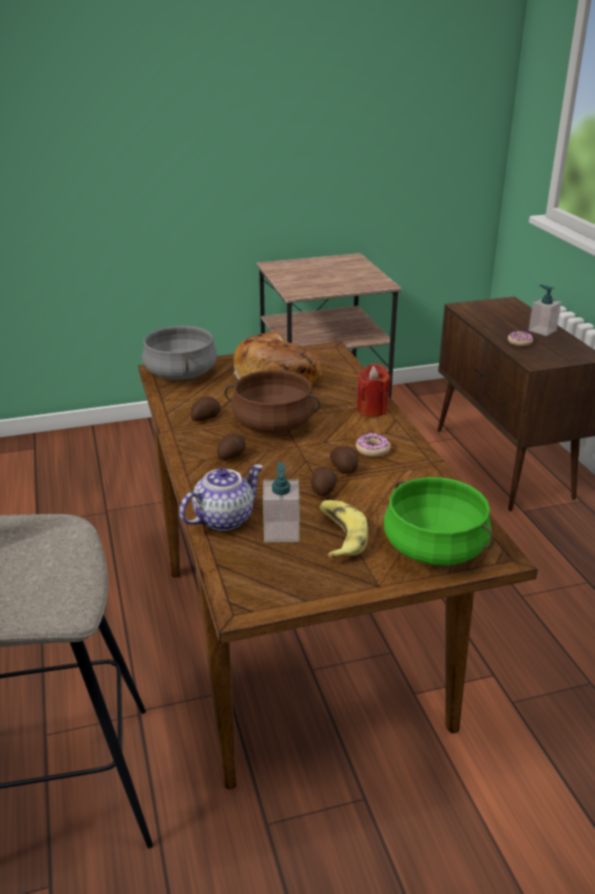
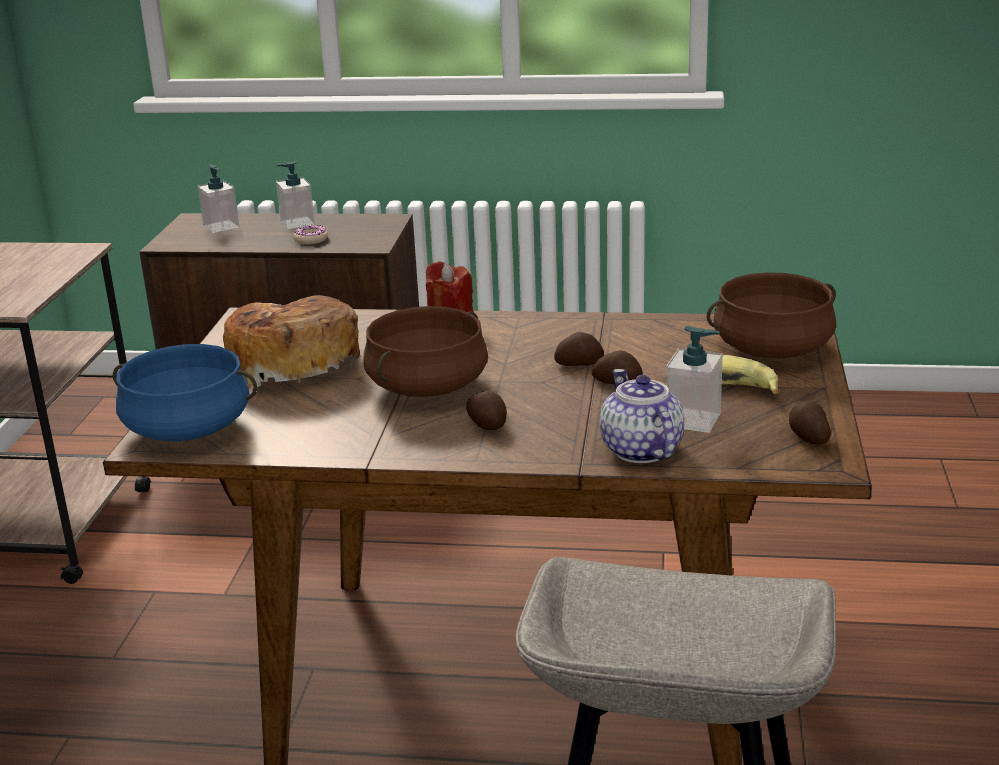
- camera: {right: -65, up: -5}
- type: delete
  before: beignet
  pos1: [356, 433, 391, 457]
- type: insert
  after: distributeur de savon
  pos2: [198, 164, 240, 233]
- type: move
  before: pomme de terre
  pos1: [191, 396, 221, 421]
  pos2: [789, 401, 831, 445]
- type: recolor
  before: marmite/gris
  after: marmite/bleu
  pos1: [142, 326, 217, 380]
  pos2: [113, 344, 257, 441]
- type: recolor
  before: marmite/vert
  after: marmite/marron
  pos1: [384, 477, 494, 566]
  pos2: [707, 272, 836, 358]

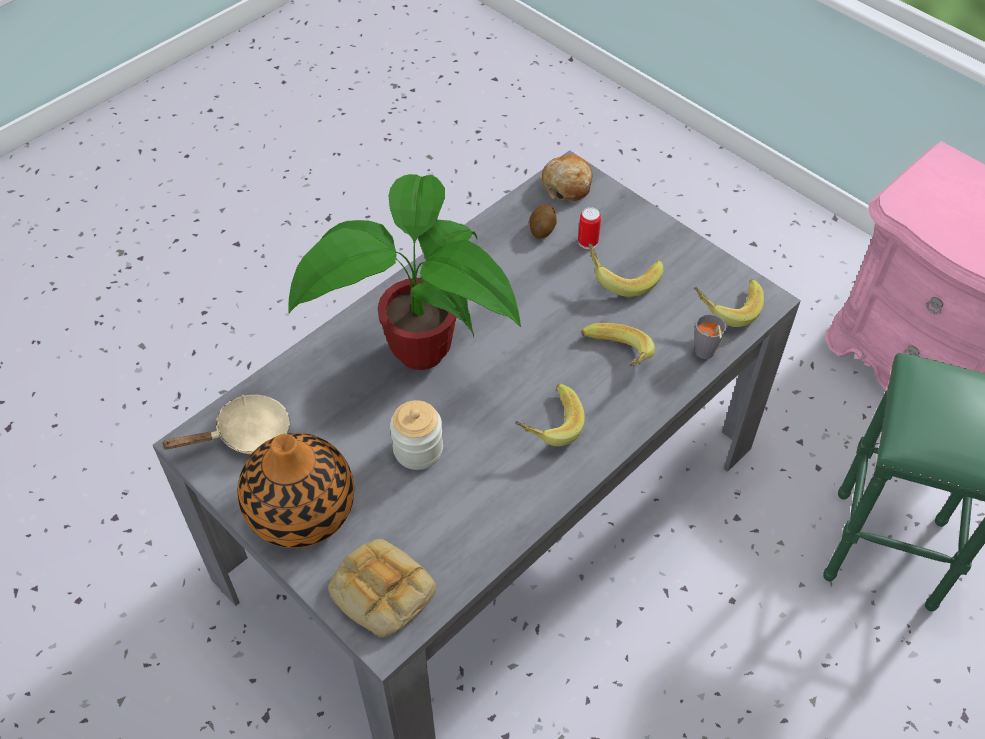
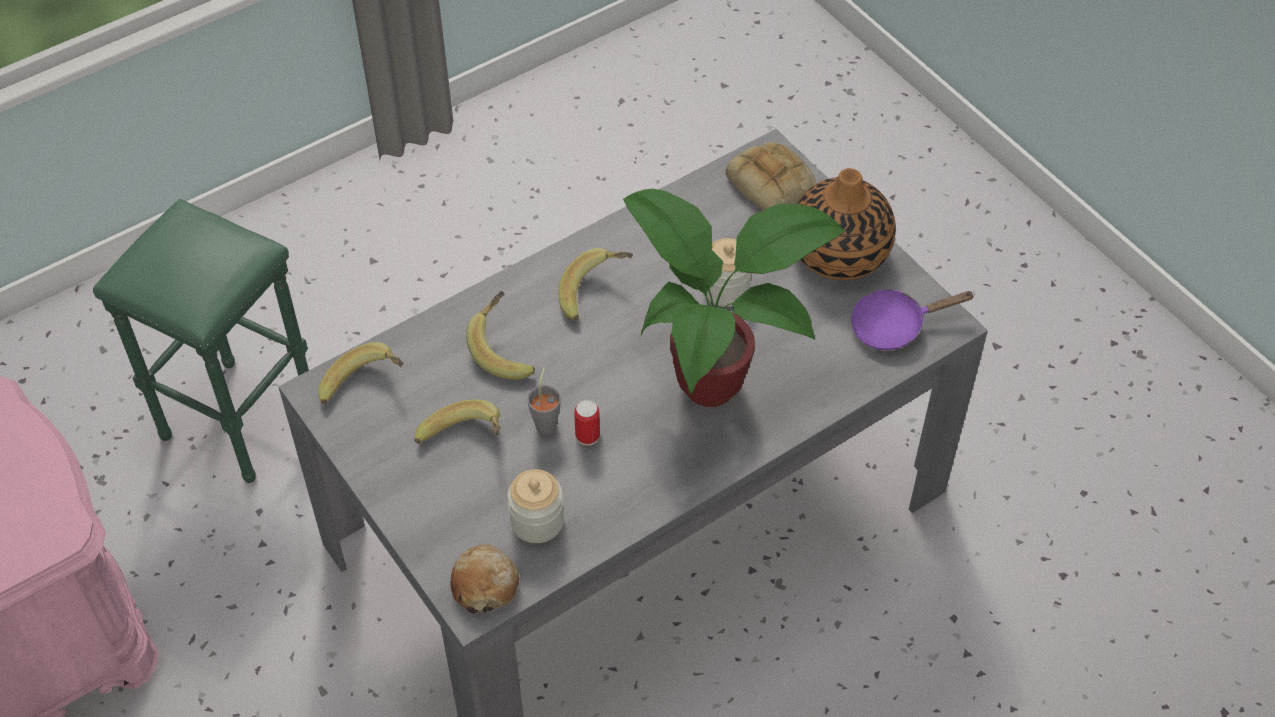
- camera: {right: -170, up: 0}
- type: move
  before: boîte métallique
  pos1: [578, 207, 601, 249]
  pos2: [574, 400, 600, 446]
- type: move
  before: tasse/gris
  pos1: [695, 313, 727, 359]
  pos2: [527, 368, 561, 434]
- type: replace
  before: pomme de terre
  after: bocal
  pos1: [529, 204, 557, 239]
  pos2: [507, 469, 564, 543]
- type: recolor
  before: poêle/beige
  after: poêle/violet
  pos1: [160, 395, 290, 454]
  pos2: [850, 289, 975, 350]

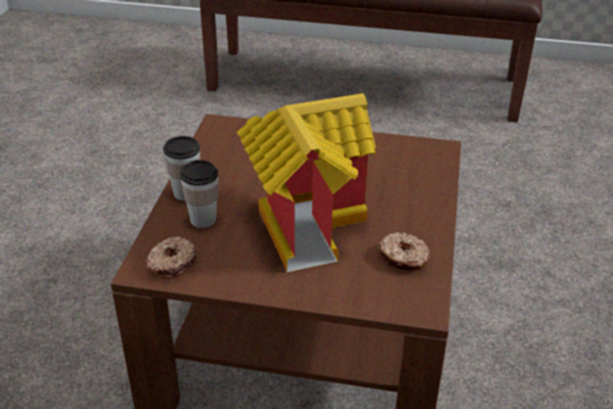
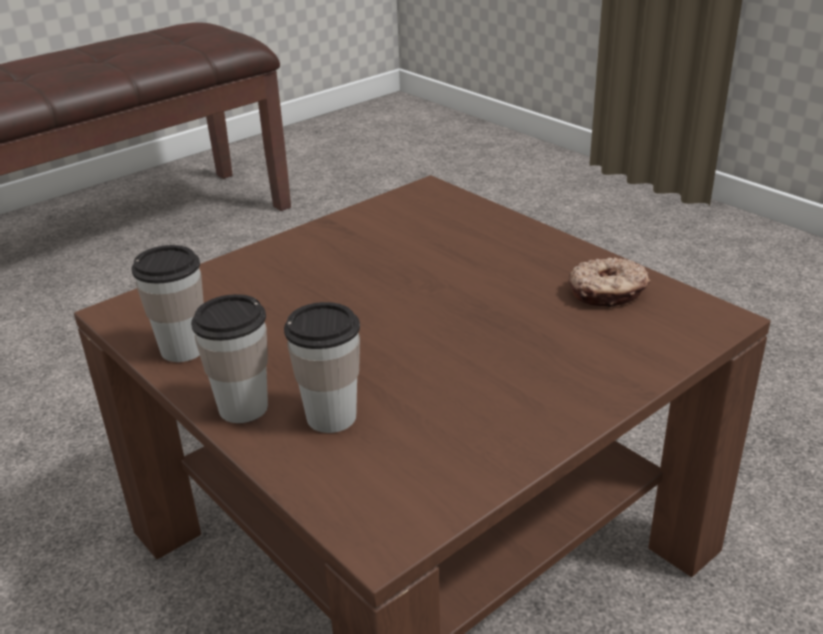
- camera: {right: -50, up: -5}
- type: delete
  before: beignet
  pos1: [146, 236, 197, 279]
- type: delete
  before: maison miniature
  pos1: [237, 93, 376, 272]
- type: insert
  after: tasse
  pos2: [132, 245, 204, 362]

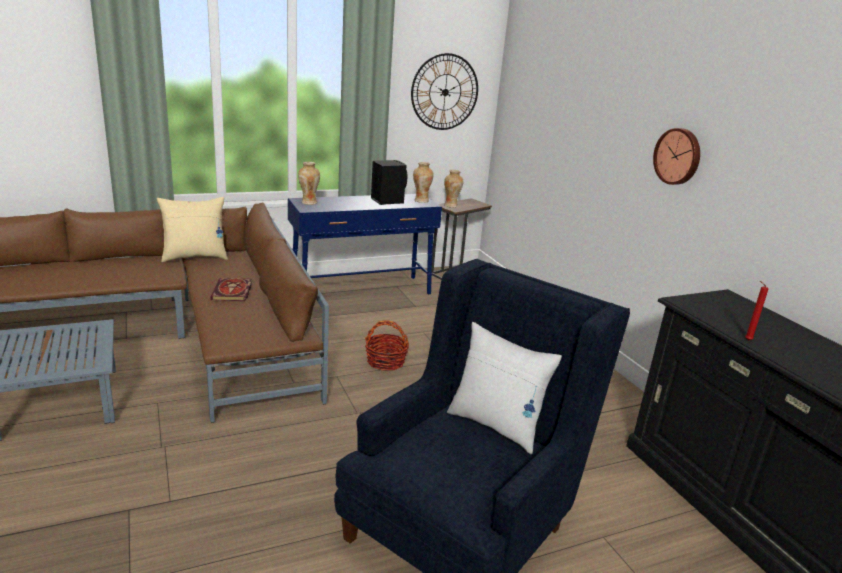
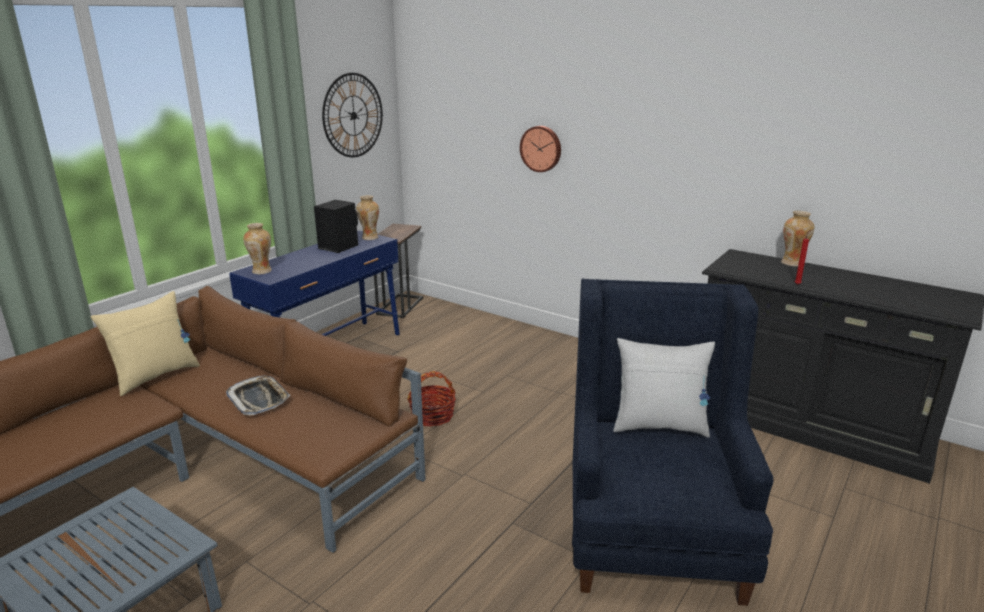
- camera: {right: -30, up: 0}
- type: move
  before: vase
  pos1: [444, 170, 463, 208]
  pos2: [781, 211, 814, 266]
- type: move
  before: horloge murale
  pos1: [653, 128, 700, 185]
  pos2: [520, 126, 561, 172]
- type: replace
  before: livre
  after: plateau
  pos1: [210, 278, 252, 301]
  pos2: [226, 376, 291, 415]

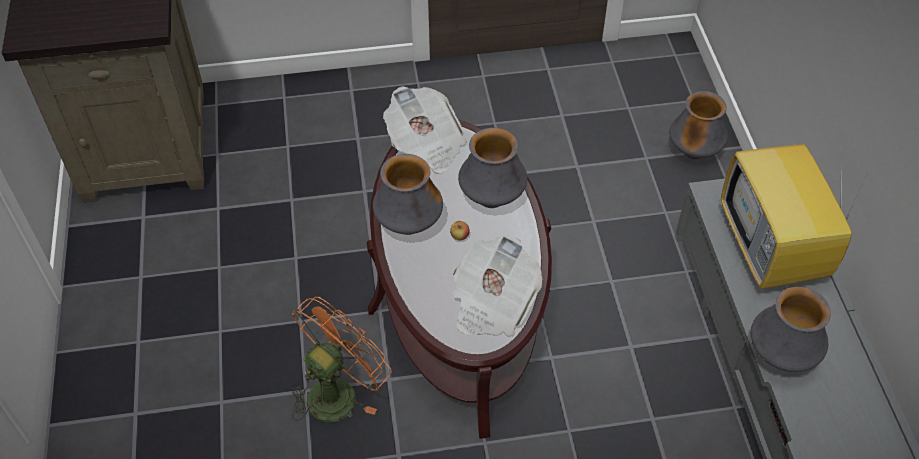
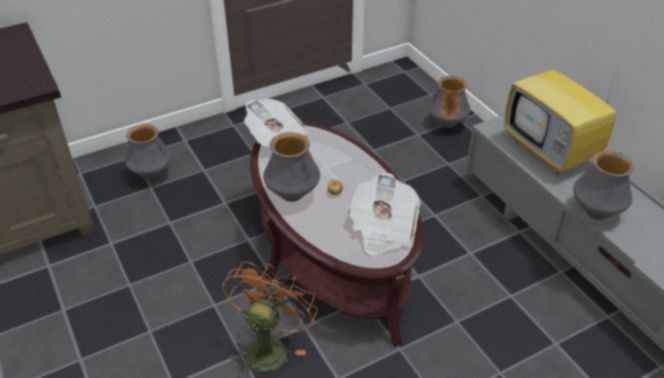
- camera: {right: -20, up: -10}
- type: move
  before: vase
  pos1: [458, 128, 527, 208]
  pos2: [125, 124, 171, 180]

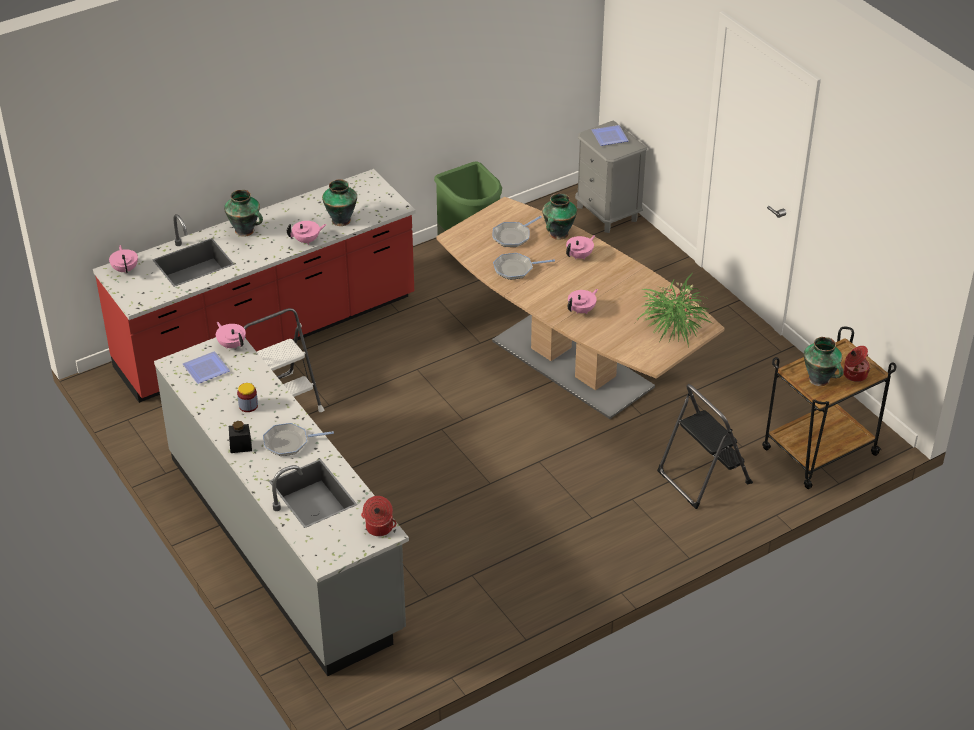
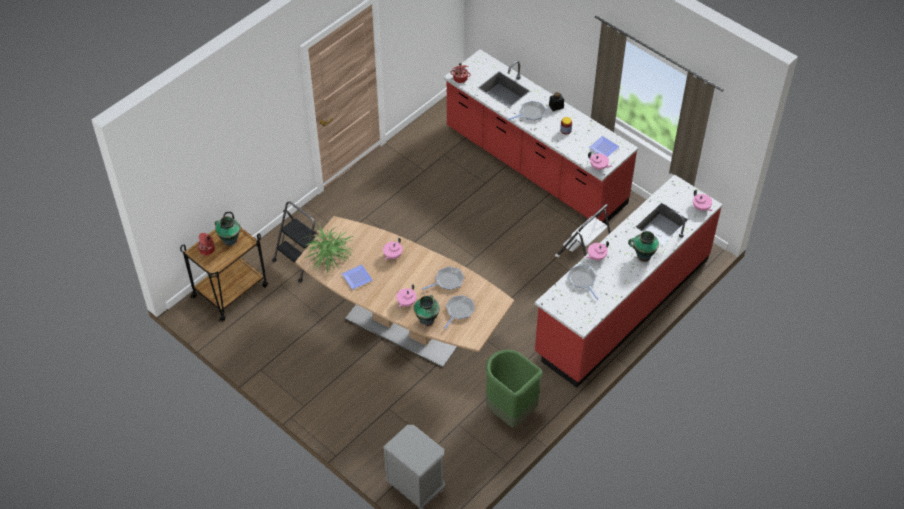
- camera: {right: 165, up: 10}
- type: move
  before: assiette
  pos1: [591, 125, 629, 146]
  pos2: [341, 264, 373, 290]
- type: replace
  before: vase
  after: poêle
  pos1: [322, 179, 357, 226]
  pos2: [568, 265, 598, 300]
- type: recolor
  before: comptoir de cuisine/gris
  after: comptoir de cuisine/rouge
  pos1: [154, 337, 409, 676]
  pos2: [443, 49, 638, 224]

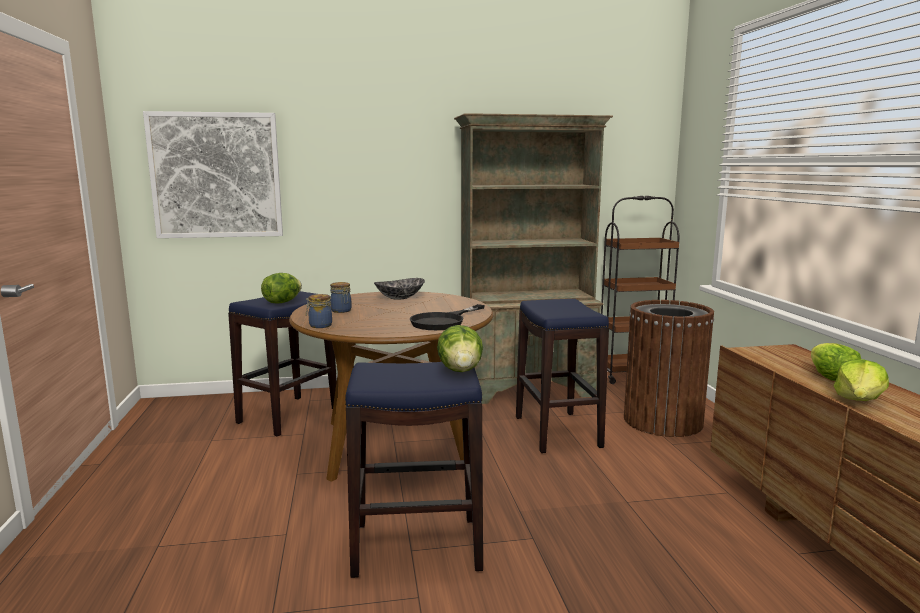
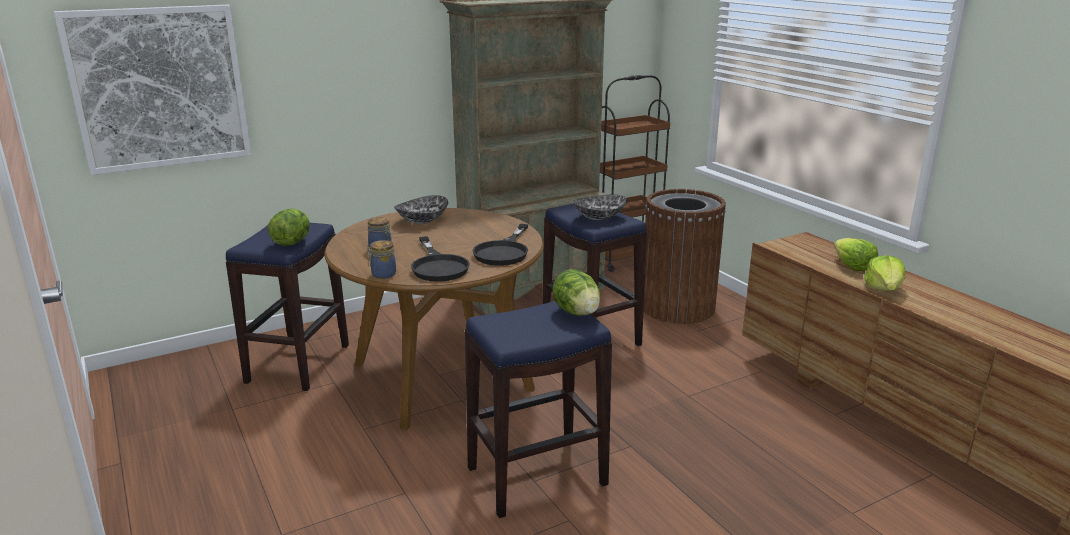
- camera: {right: -20, up: 10}
- type: insert
  after: poêle/noir
  pos2: [411, 236, 470, 282]
- type: insert
  after: bol
  pos2: [572, 194, 627, 220]

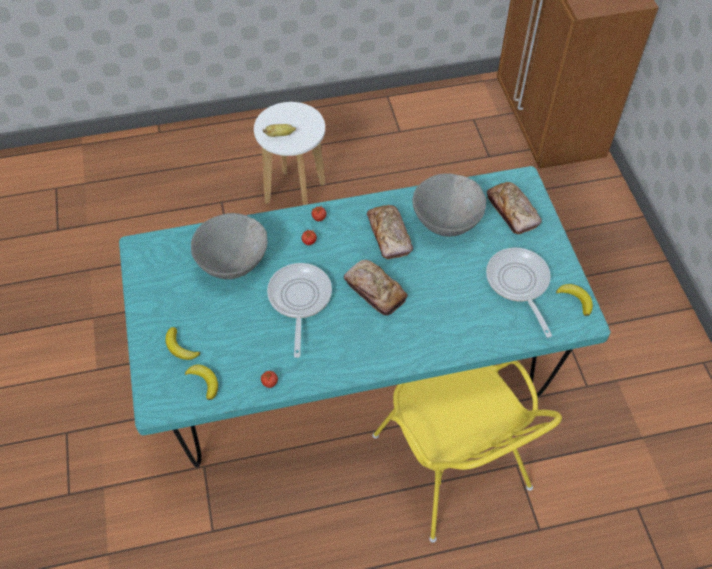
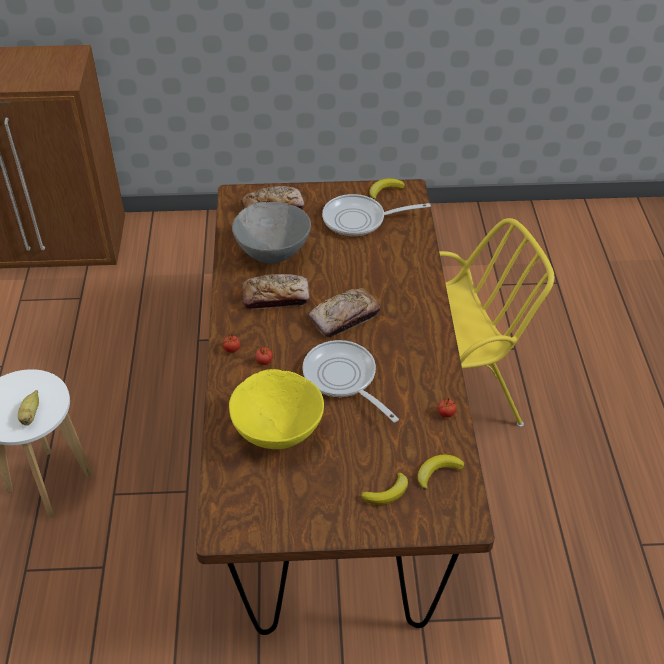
- camera: {right: -80, up: -10}
- type: recolor
  before: table à manger/turquoise
  after: table à manger/marron
  pos1: [119, 166, 610, 467]
  pos2: [196, 179, 495, 635]
- type: recolor
  before: bol/gris
  after: bol/jaune
  pos1: [191, 213, 267, 279]
  pos2: [229, 369, 324, 449]
- type: rotate
  before: poêle
  pos1: [267, 263, 332, 358]
  pos2: [302, 340, 399, 422]
  turn: 45

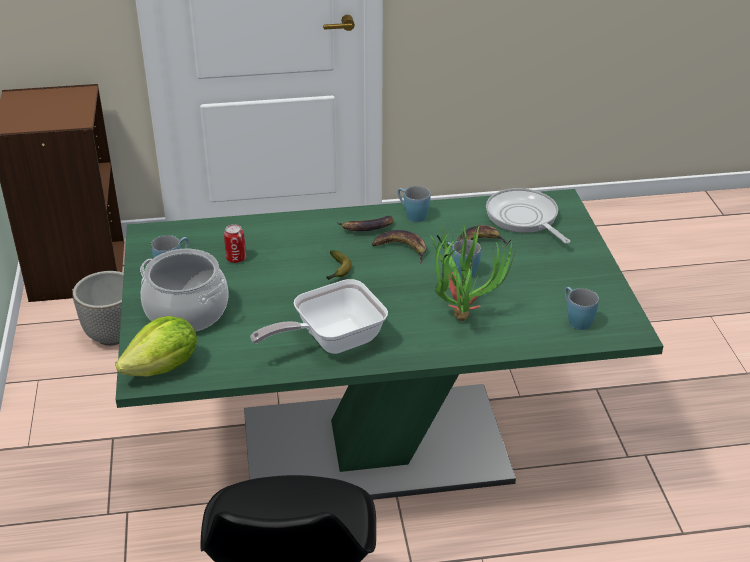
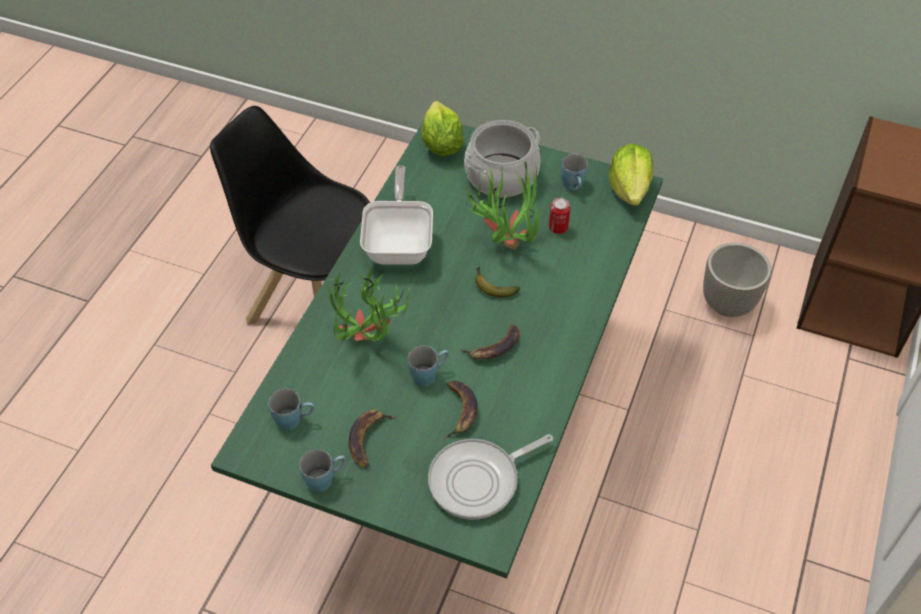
- camera: {right: 120, up: 15}
- type: insert
  after: plante en pot
  pos2: [464, 161, 539, 250]
- type: insert
  after: laitue
  pos2: [609, 143, 653, 206]
- type: move
  before: banane
  pos1: [337, 216, 394, 231]
  pos2: [349, 409, 396, 468]
- type: move
  before: mug/bleu
  pos1: [397, 186, 431, 222]
  pos2: [299, 449, 346, 492]
- type: rotate
  before: poêle
  pos1: [486, 188, 570, 244]
  pos2: [428, 434, 553, 520]
  turn: 150

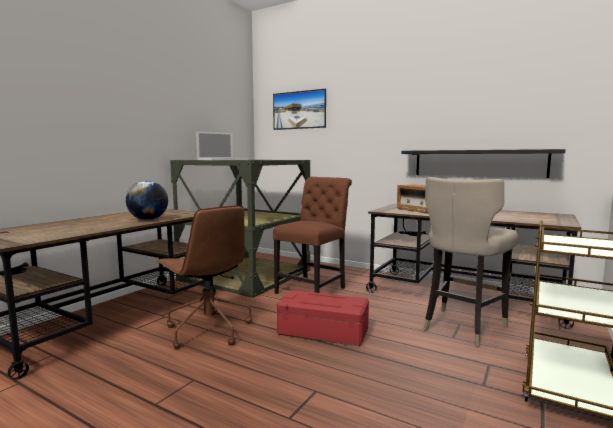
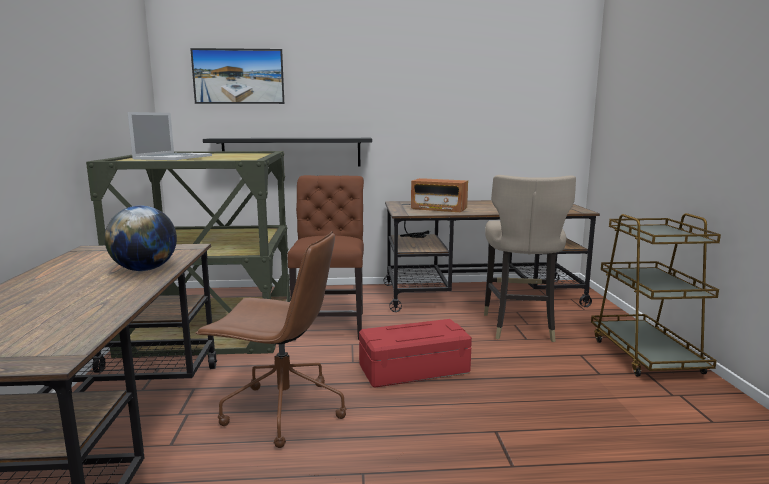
- camera: {right: -35, up: 5}
- type: move
  before: étagère/noir
  pos1: [402, 149, 565, 178]
  pos2: [203, 138, 372, 167]

